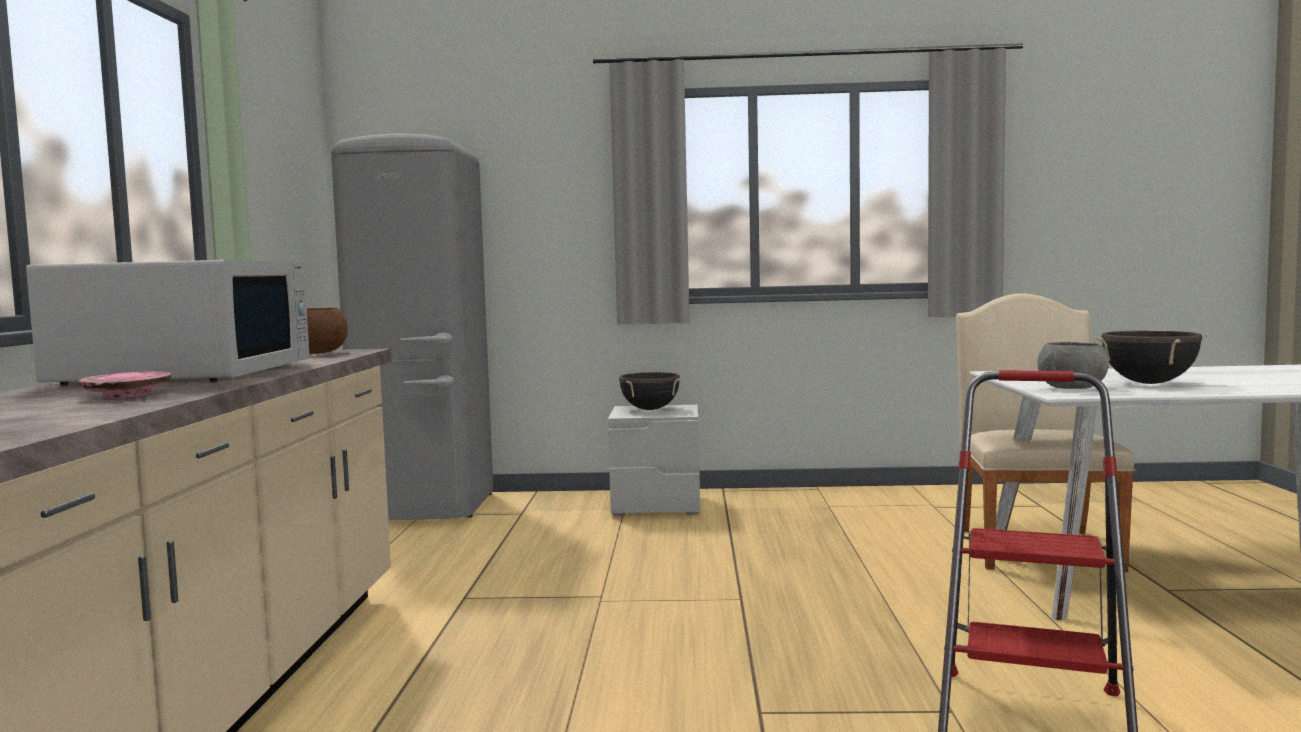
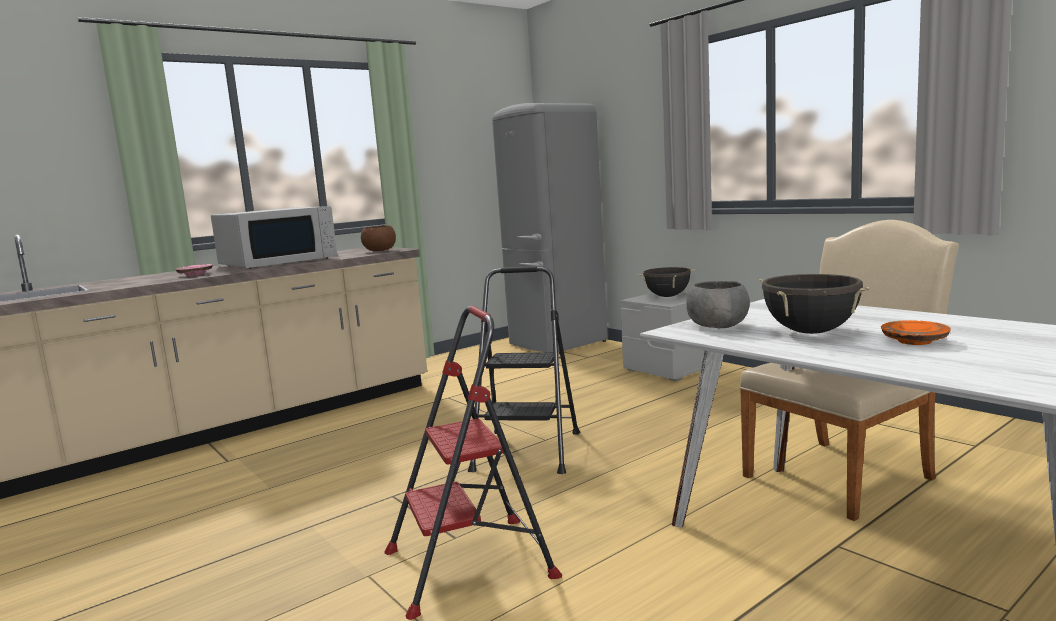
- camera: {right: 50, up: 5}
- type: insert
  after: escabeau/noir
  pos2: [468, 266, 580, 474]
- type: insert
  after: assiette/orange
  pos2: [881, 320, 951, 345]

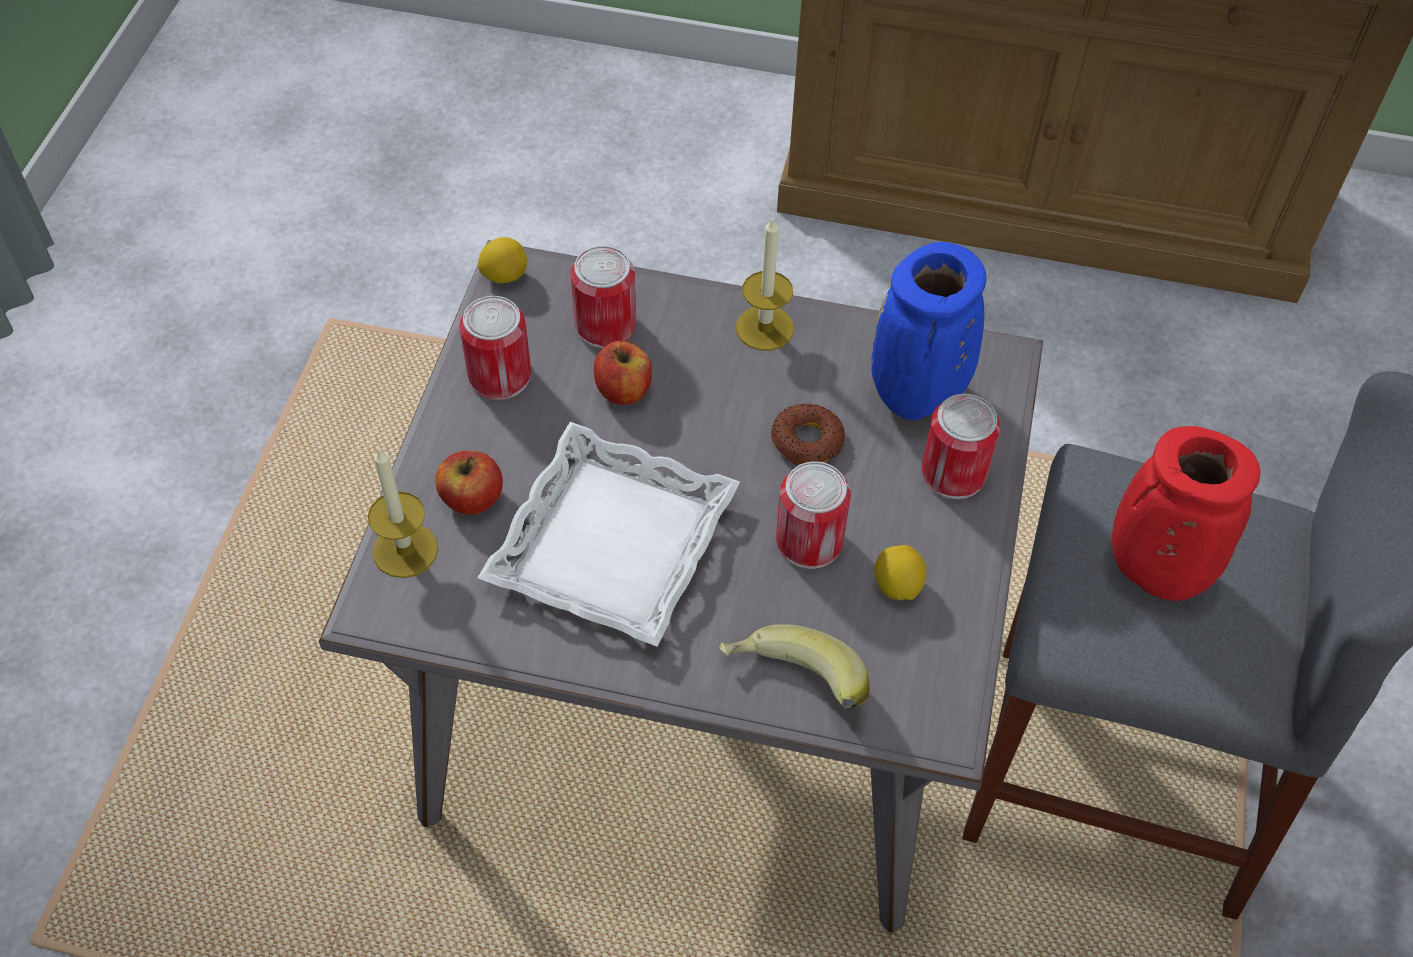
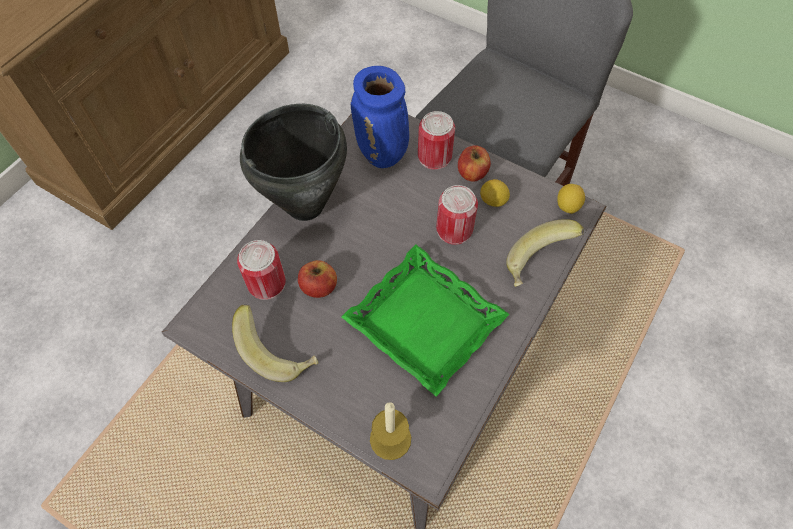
- camera: {right: -70, up: 5}
- type: delete
  before: beignet
  pos1: [772, 403, 845, 465]
- type: delete
  before: vase/rouge
  pos1: [1112, 426, 1260, 601]
- type: move
  before: pomme
  pos1: [435, 451, 503, 515]
  pos2: [458, 145, 491, 182]
- type: move
  before: citron
  pos1: [478, 237, 527, 283]
  pos2: [557, 184, 585, 214]
- type: replace
  before: boîte métallique
  after: banane
  pos1: [459, 296, 531, 400]
  pos2: [232, 304, 318, 382]
- type: replace
  before: bougie
  after: marmite/noir
  pos1: [736, 216, 794, 351]
  pos2: [240, 104, 347, 221]
- type: recolor
  before: plateau/blanc
  after: plateau/vert
  pos1: [478, 422, 740, 647]
  pos2: [341, 245, 509, 397]

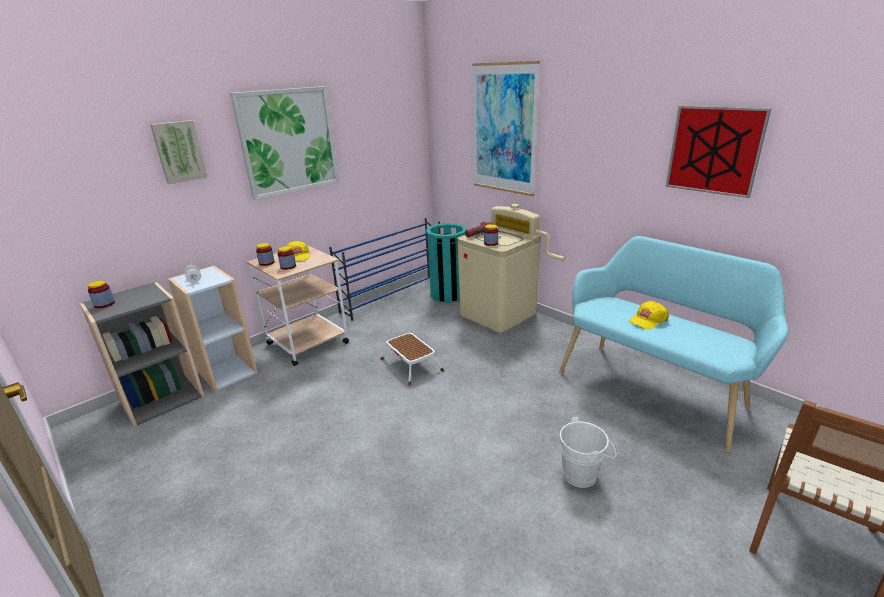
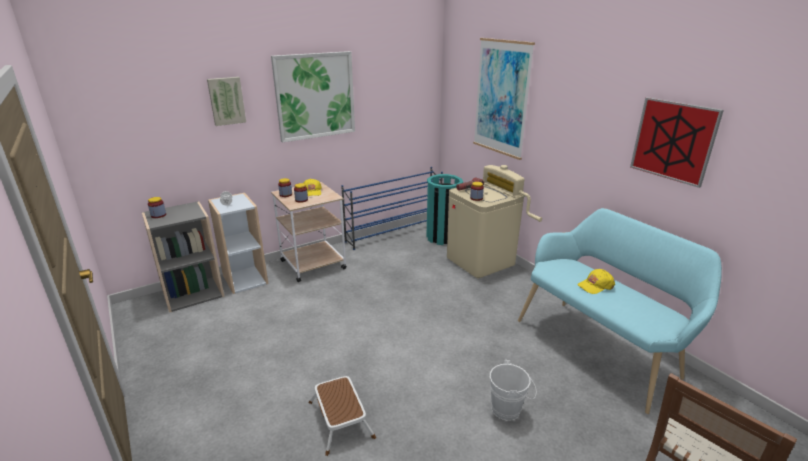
- camera: {right: 10, up: 0}
- type: move
  before: escabeau/marron
  pos1: [381, 333, 444, 386]
  pos2: [308, 376, 376, 456]

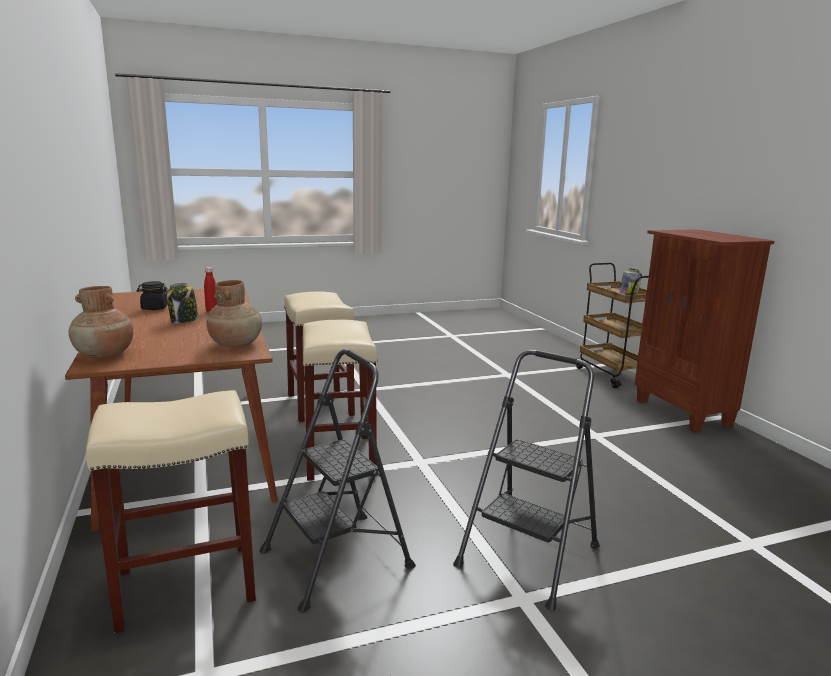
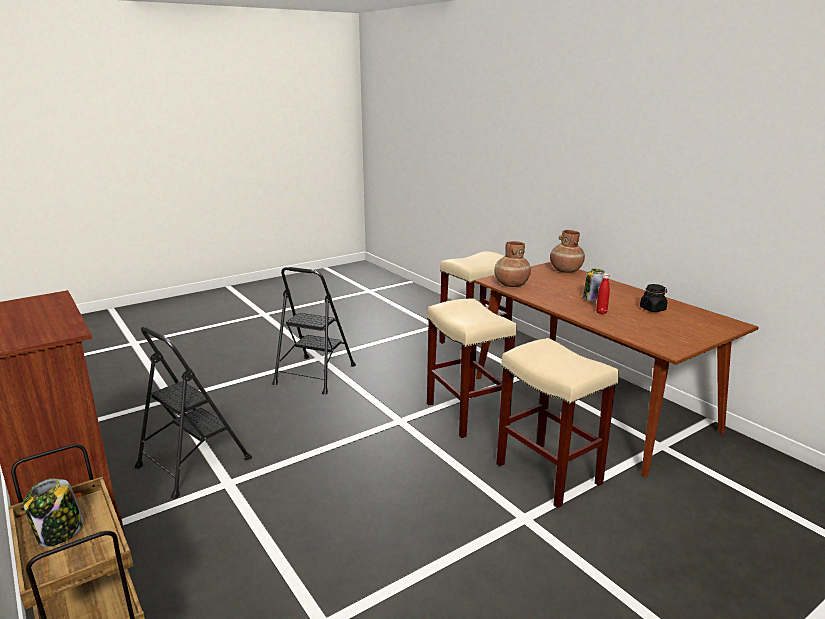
- camera: {right: 165, up: 5}
- type: move
  before: escabeau/noir
  pos1: [260, 349, 416, 613]
  pos2: [135, 327, 252, 499]

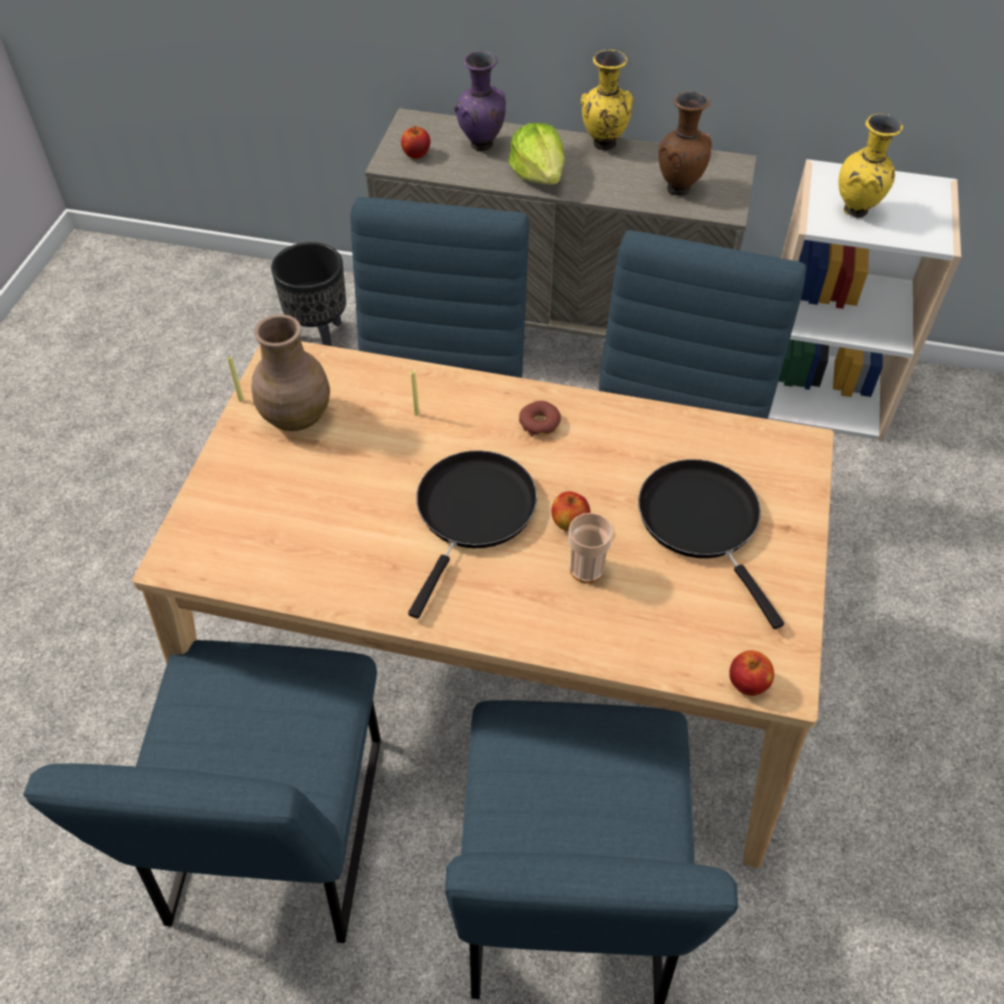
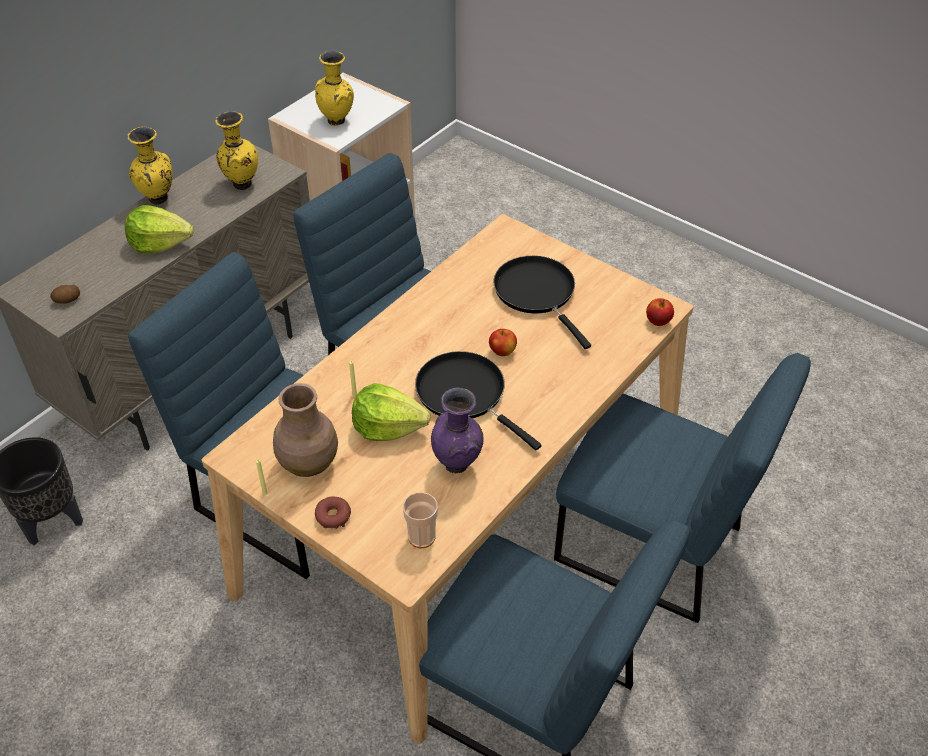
- camera: {right: -65, up: -5}
- type: insert
  after: laitue
  pos2: [352, 383, 430, 441]
- type: move
  before: vase/violet
  pos1: [454, 51, 506, 152]
  pos2: [431, 387, 483, 473]
- type: move
  before: beignet
  pos1: [519, 401, 561, 436]
  pos2: [315, 497, 351, 529]
- type: move
  before: tasse
  pos1: [568, 513, 613, 583]
  pos2: [403, 492, 438, 548]
- type: replace
  before: pomme
  after: pomme de terre
  pos1: [401, 126, 430, 159]
  pos2: [50, 285, 80, 303]
- type: recolor
  before: vase/marron
  after: vase/jaune
  pos1: [658, 92, 712, 196]
  pos2: [215, 111, 258, 190]
- type: rotate
  before: poêle/noir
  pos1: [638, 459, 784, 629]
  pos2: [493, 256, 591, 349]
  turn: 60

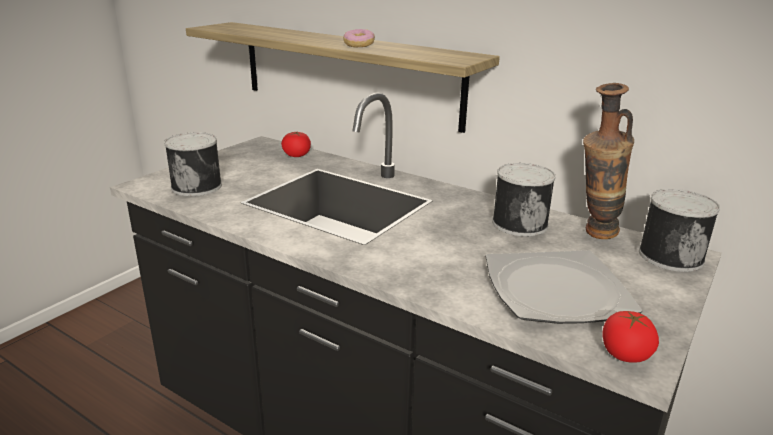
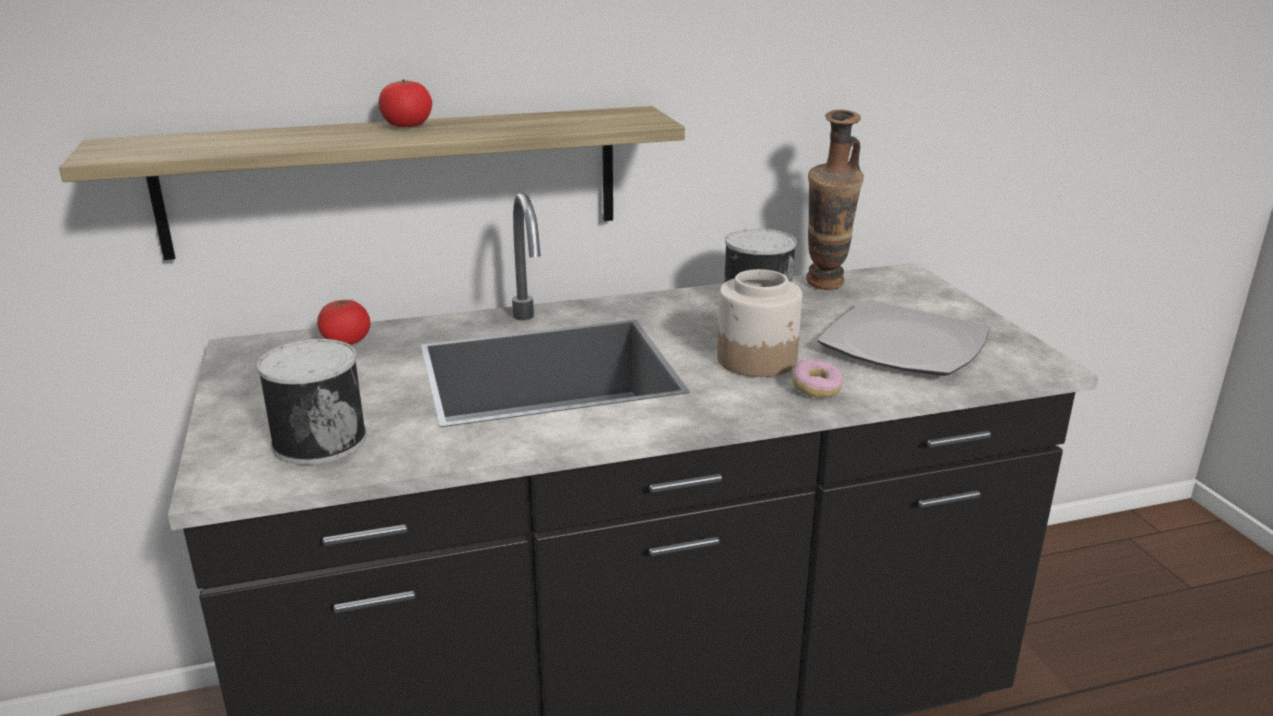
- camera: {right: -50, up: 0}
- type: delete
  before: boîte métallique
  pos1: [639, 189, 720, 272]
- type: insert
  after: bocal
  pos2: [717, 269, 802, 377]
- type: move
  before: beignet
  pos1: [343, 29, 375, 48]
  pos2: [792, 359, 843, 398]
- type: move
  before: tomate
  pos1: [603, 311, 659, 363]
  pos2: [378, 79, 432, 127]

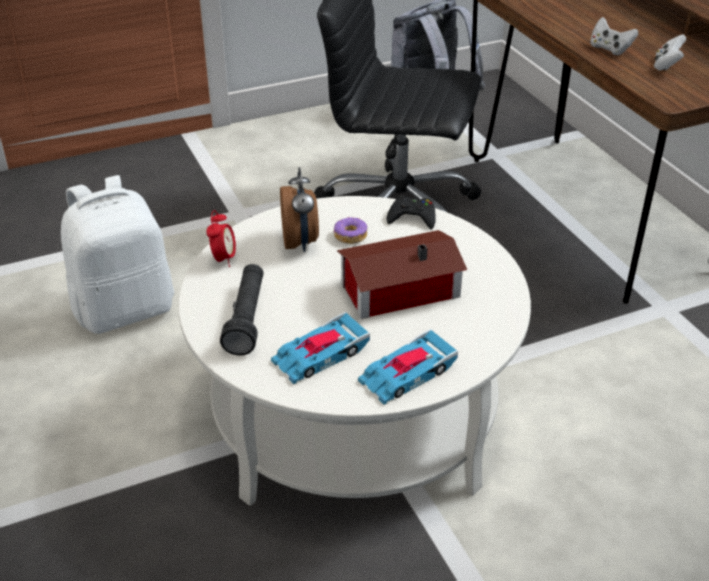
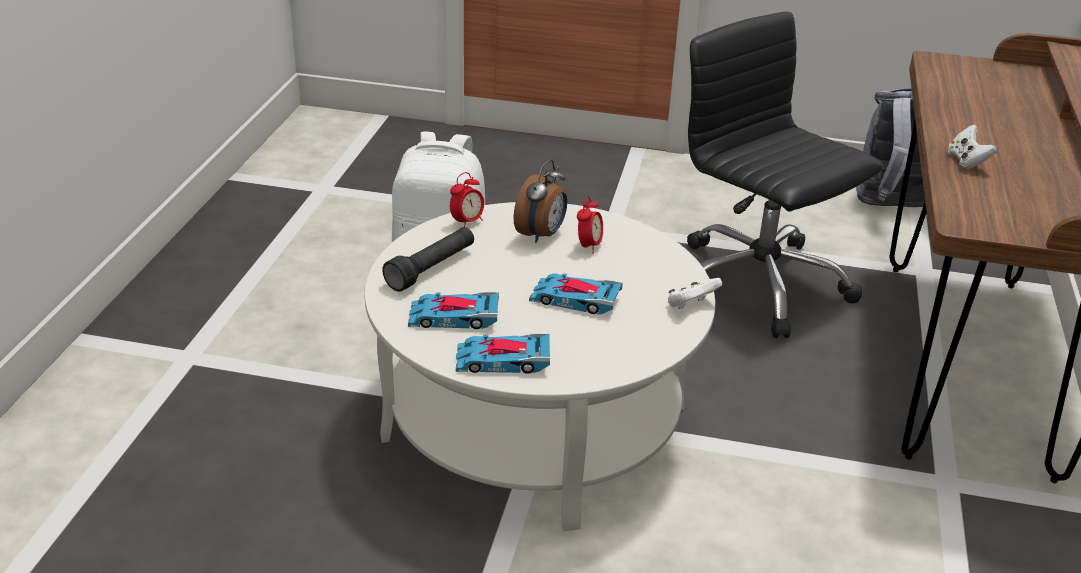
- camera: {right: 35, up: -5}
- type: delete
  before: manette/noir
  pos1: [386, 195, 436, 229]
- type: move
  before: manette/blanc
  pos1: [654, 34, 686, 71]
  pos2: [668, 278, 722, 309]
- type: replace
  before: beignet
  after: réveil
  pos1: [334, 216, 367, 244]
  pos2: [577, 196, 603, 254]
- type: replace
  before: maison miniature
  after: petite voiture
  pos1: [337, 230, 467, 319]
  pos2: [529, 273, 623, 315]

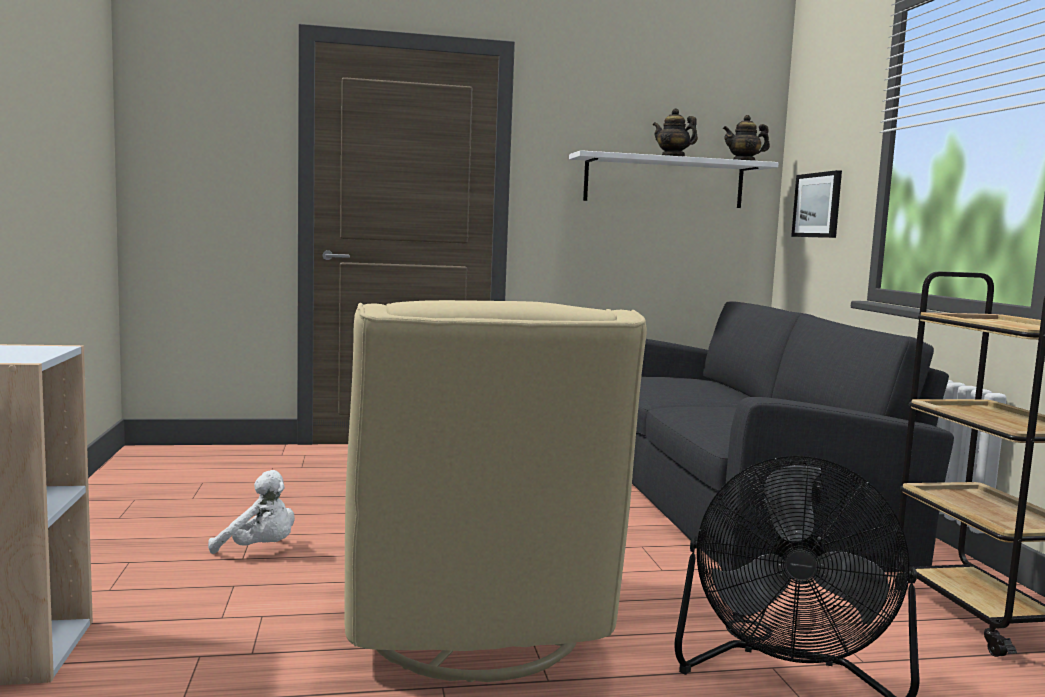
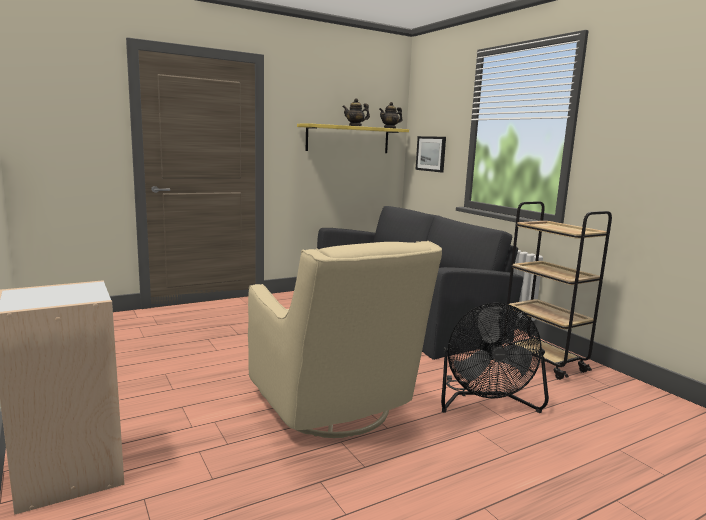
- camera: {right: -20, up: 5}
- type: delete
  before: peluche/blanc
  pos1: [208, 470, 295, 554]
- type: recolor
  before: étagère/blanc
  after: étagère/jaune
  pos1: [569, 150, 779, 208]
  pos2: [297, 123, 409, 153]

